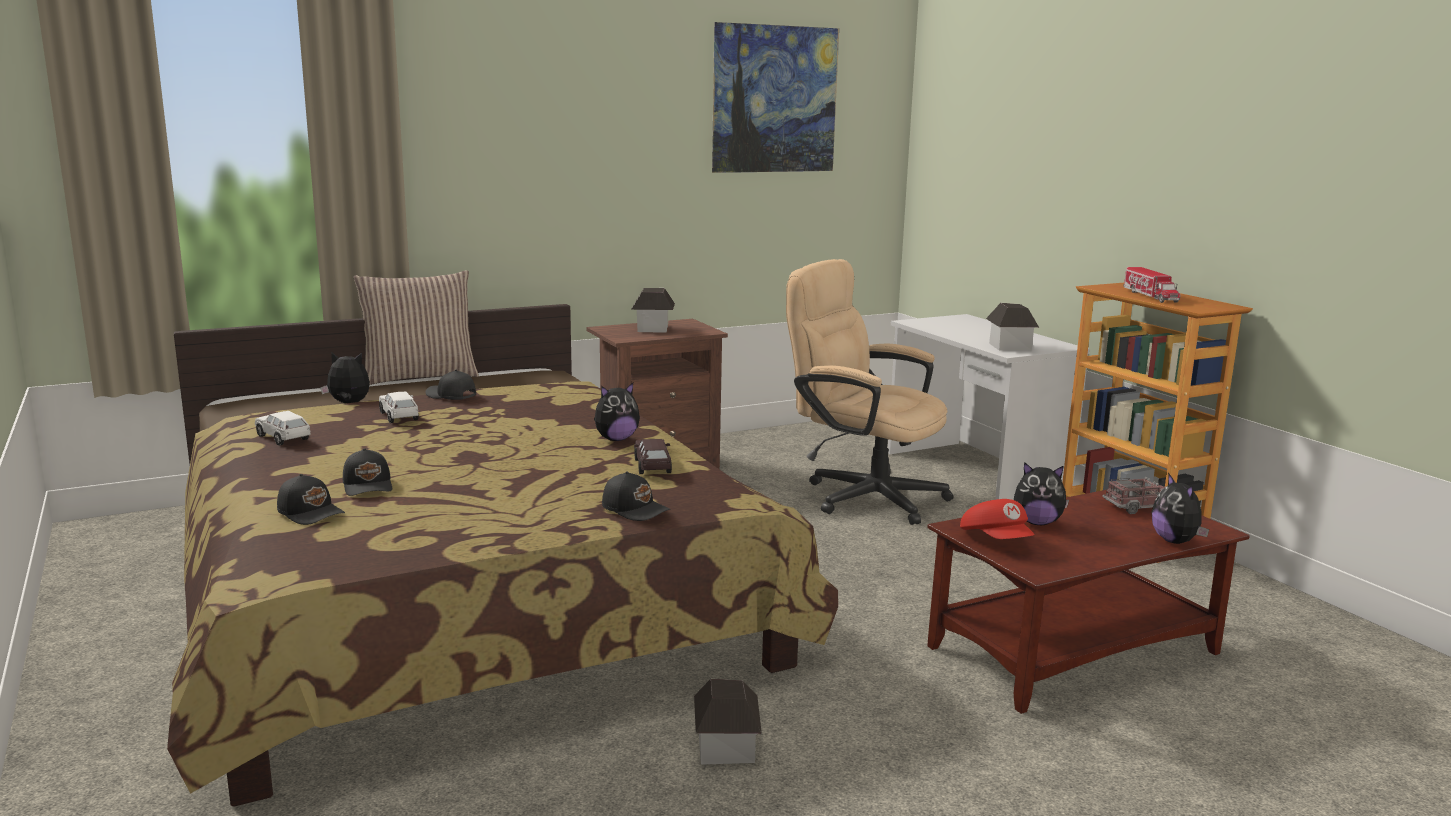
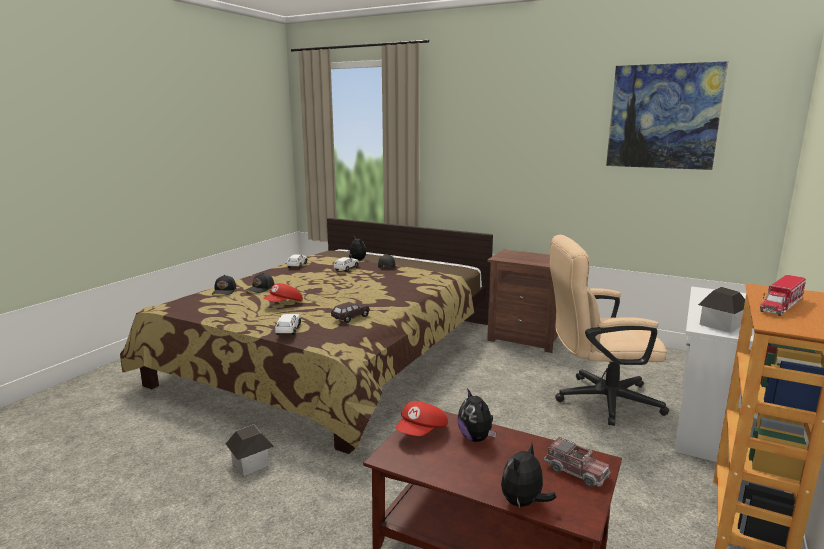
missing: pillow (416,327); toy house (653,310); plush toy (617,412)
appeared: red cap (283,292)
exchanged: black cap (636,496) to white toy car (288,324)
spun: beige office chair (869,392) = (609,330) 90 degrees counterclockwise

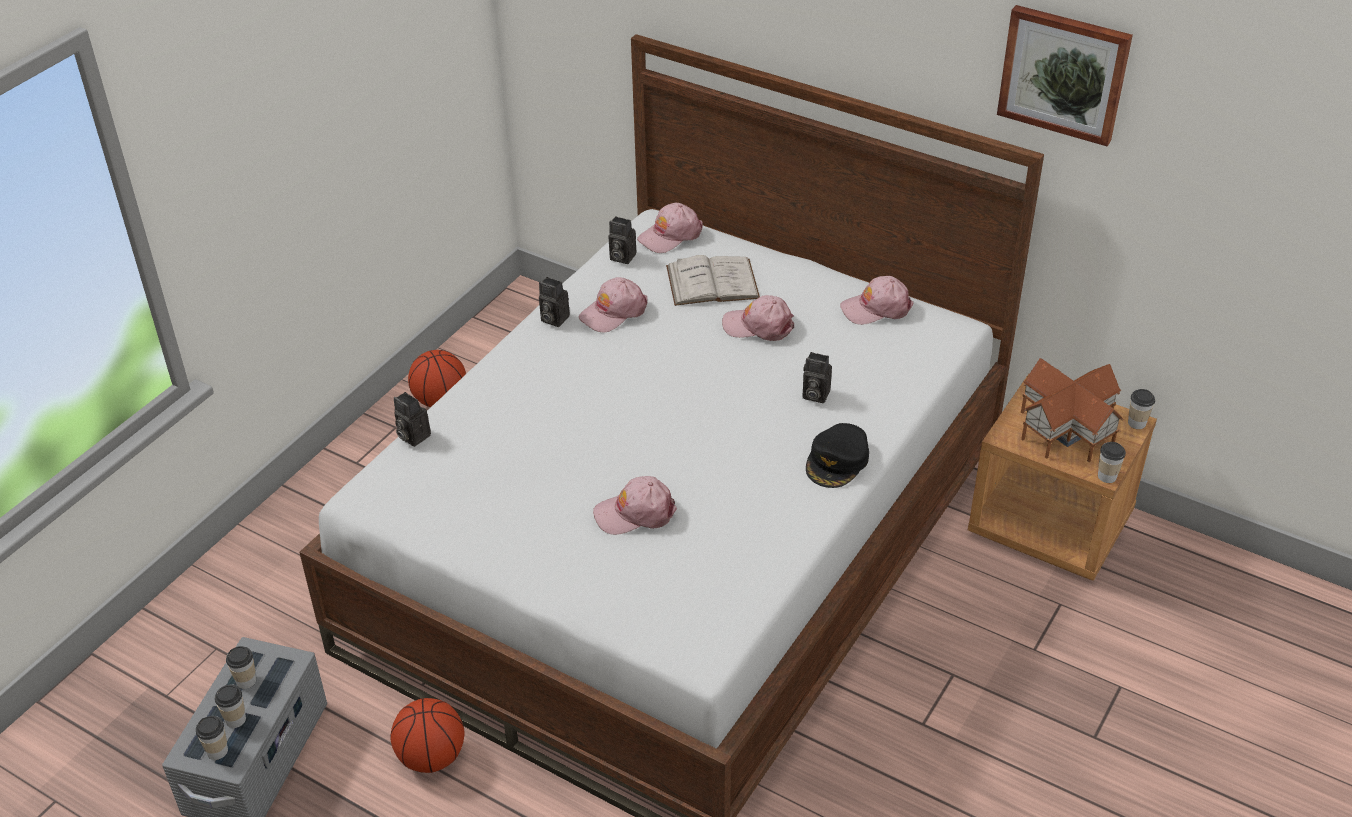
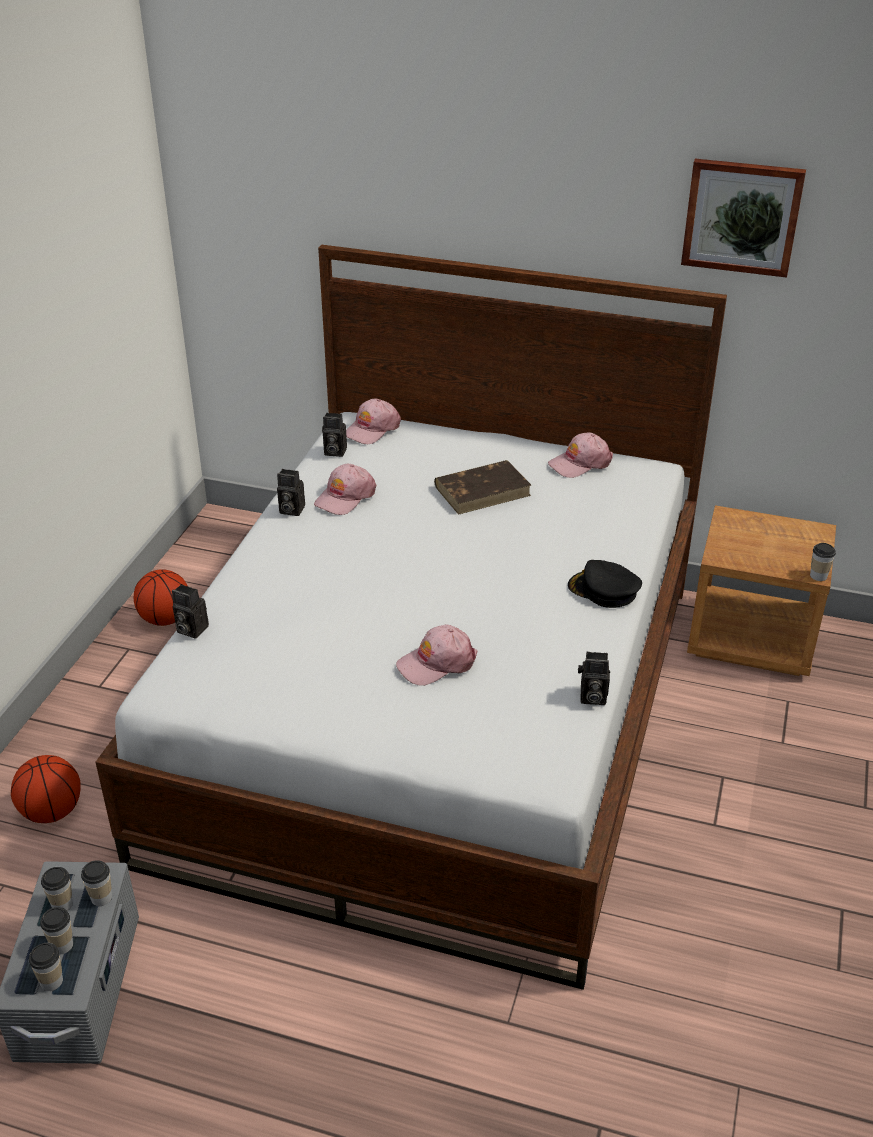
missing: white book (713,280); toy house (1072,410)
relocated: photo camera (817,377) to (594,678); cup (1141,409) to (96,883); basketball (427,735) to (46,789)
exchanged: pink cap (758,318) to brown book (482,487)
spun: black cap (837,455) = (605,584) 105 degrees clockwise

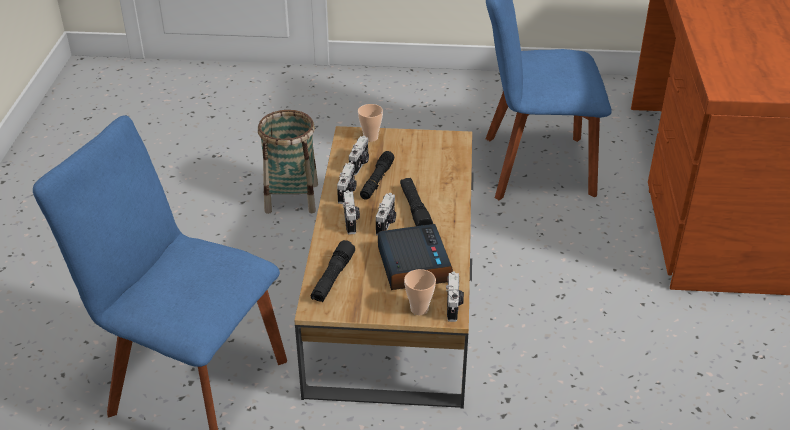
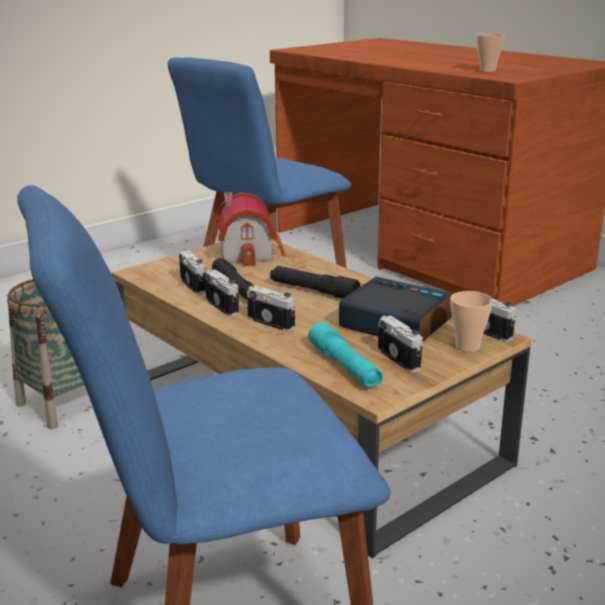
appeared: toy house (251,229)
relocated: cup (370,123) to (491,52); photo camera (386,214) to (400,344)
colour: black flashlight (333,271) to turquoise flashlight (345,354)

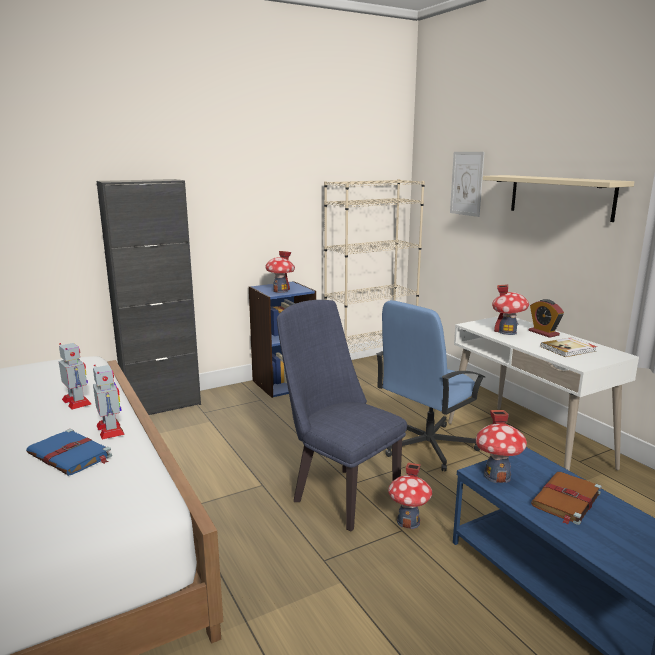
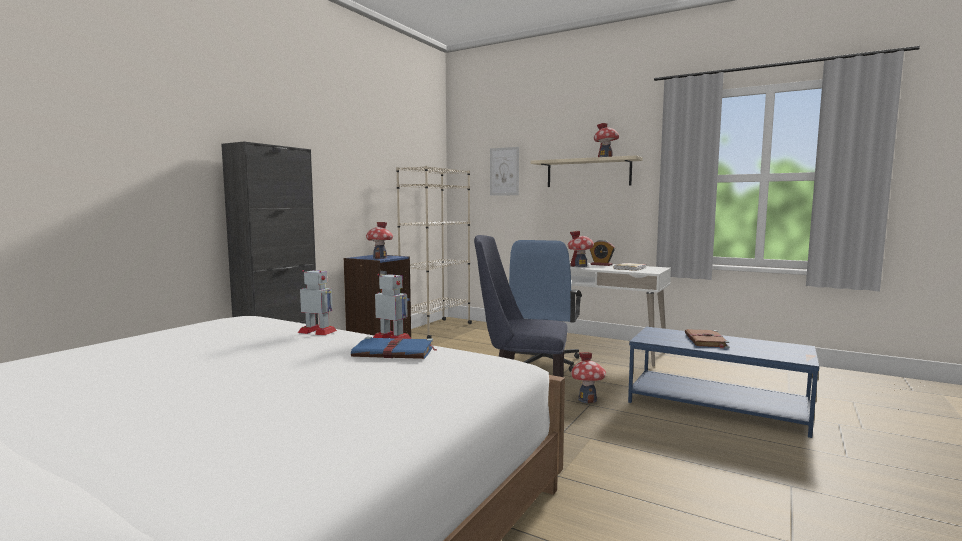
relocated: toy house (501,446) to (606,140)

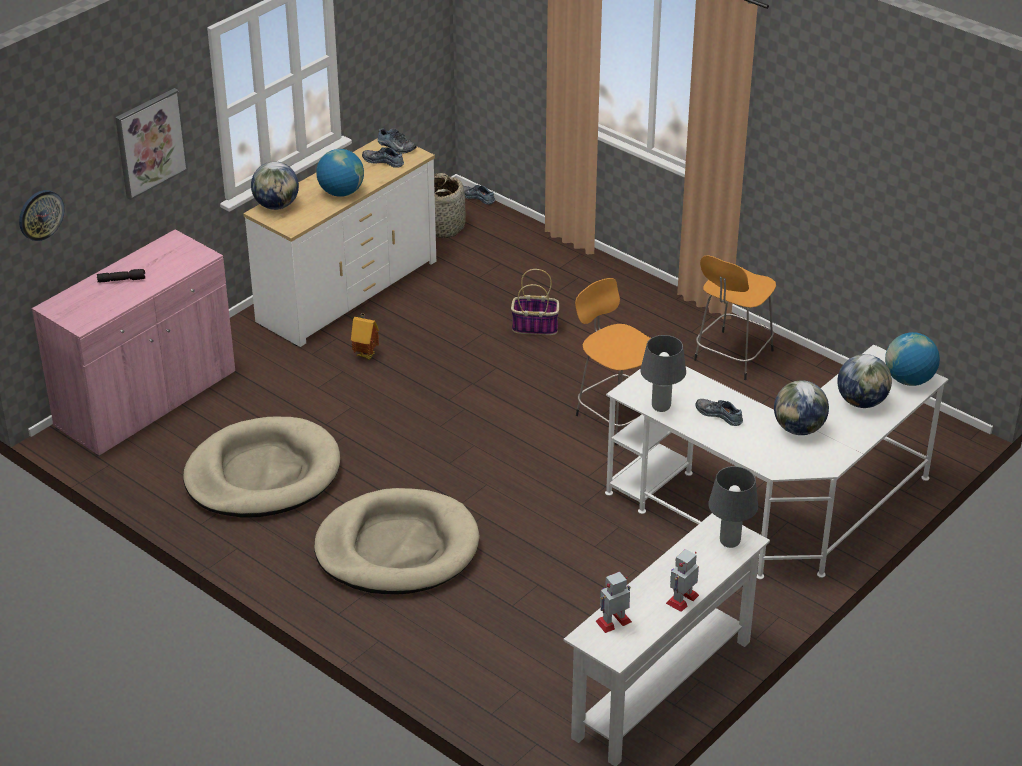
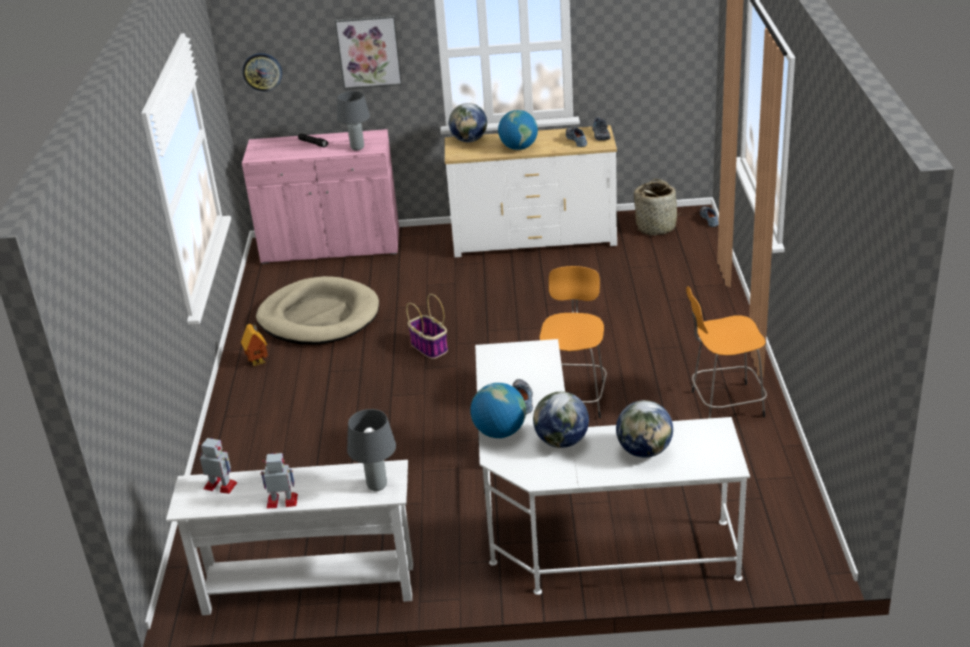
missing: beige dog bed (397,541)
relocated: basket (535,302) to (427,326); toy house (365,336) to (254,345); globe (912,359) to (498,410); grey table lamp (663,373) to (353,121)

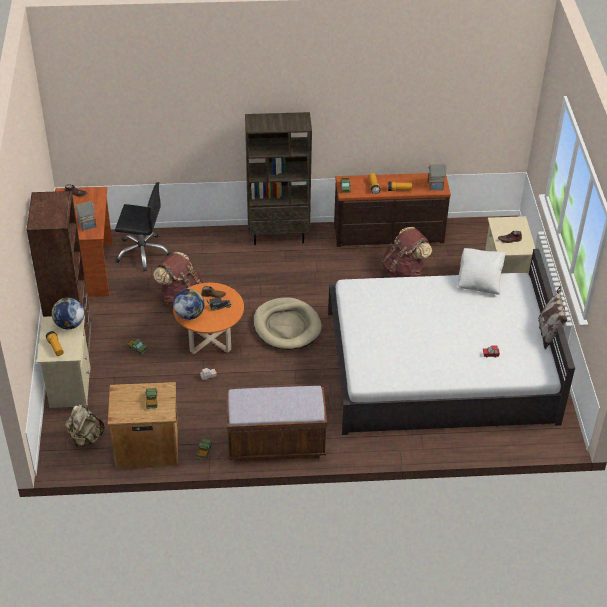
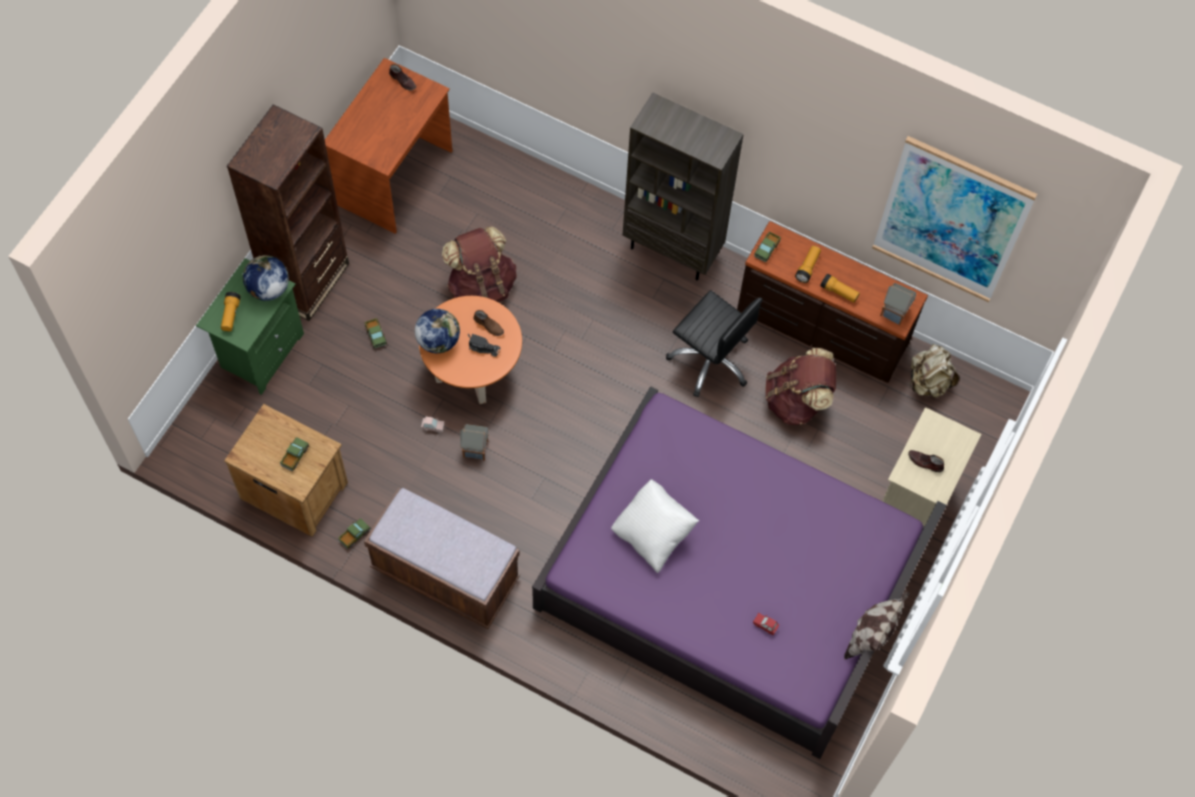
missing: beige dog bed (287,323)
appeared: picture (954,219)
relocated: black office chair (143,227) to (714,343); toy house (86,216) to (474,442); white pillow (482,271) to (655,526); beige backpack (85,426) to (934,371)
colour: white bed (451,342) to purple bed (739,572); beige nightstand (63,361) to green nightstand (250,326)

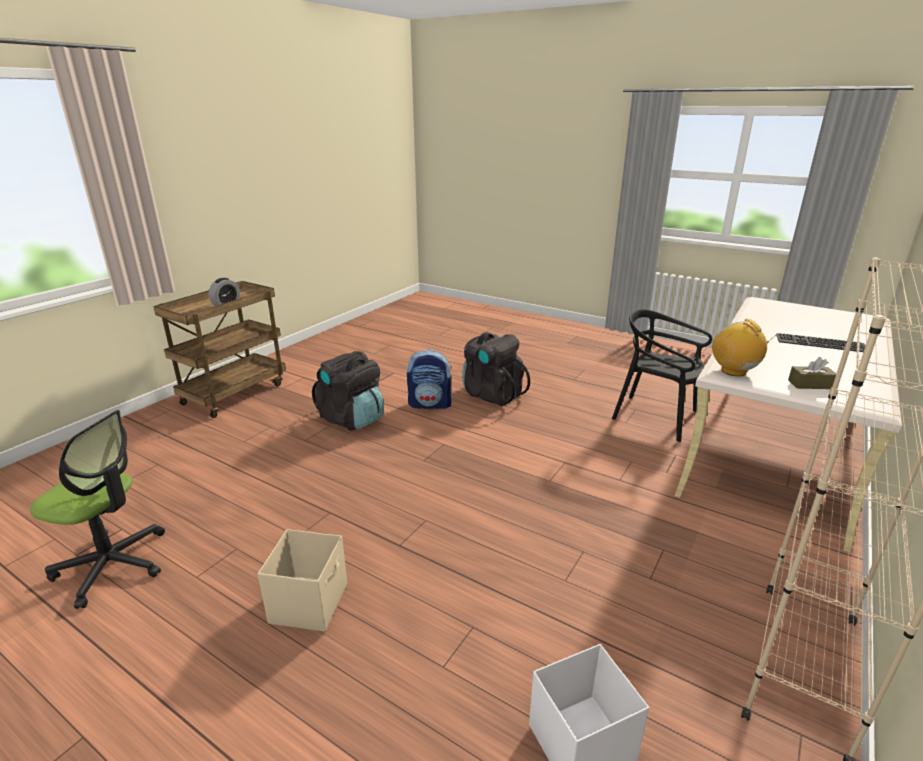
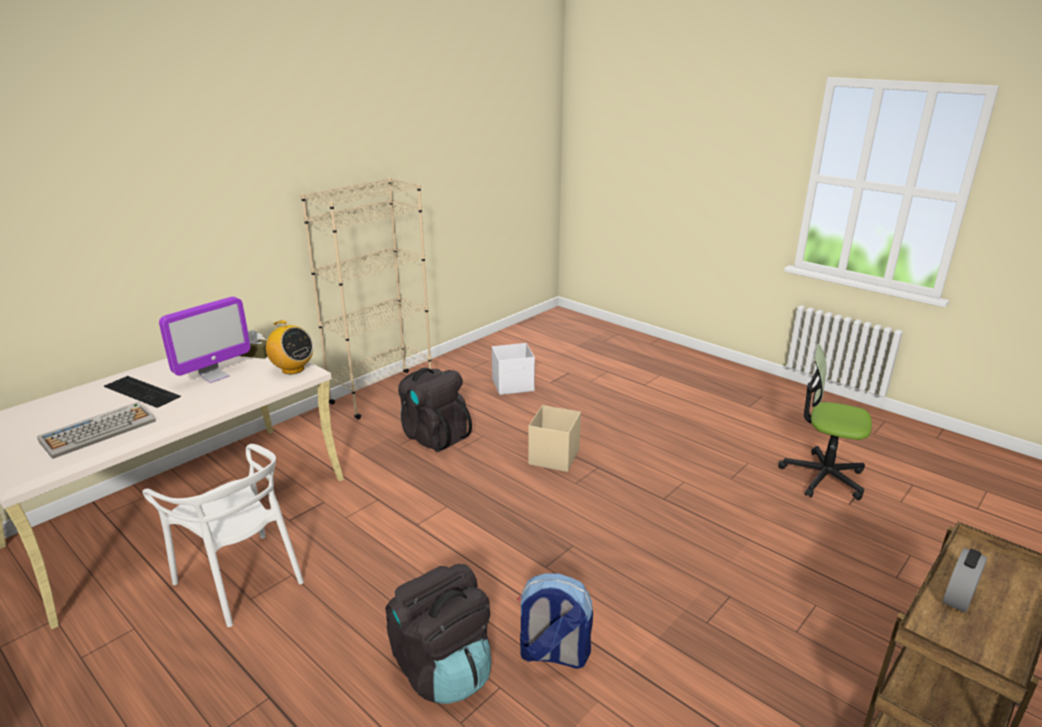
appeared: monitor (204,340); keyboard (96,430)
relocated: black backpack (348,391) to (435,410); beige storage box (302,580) to (554,438)
colour: black chair (662,375) to white chair (223,535)
spun: radio (744,347) = (287,347) 45 degrees counterclockwise

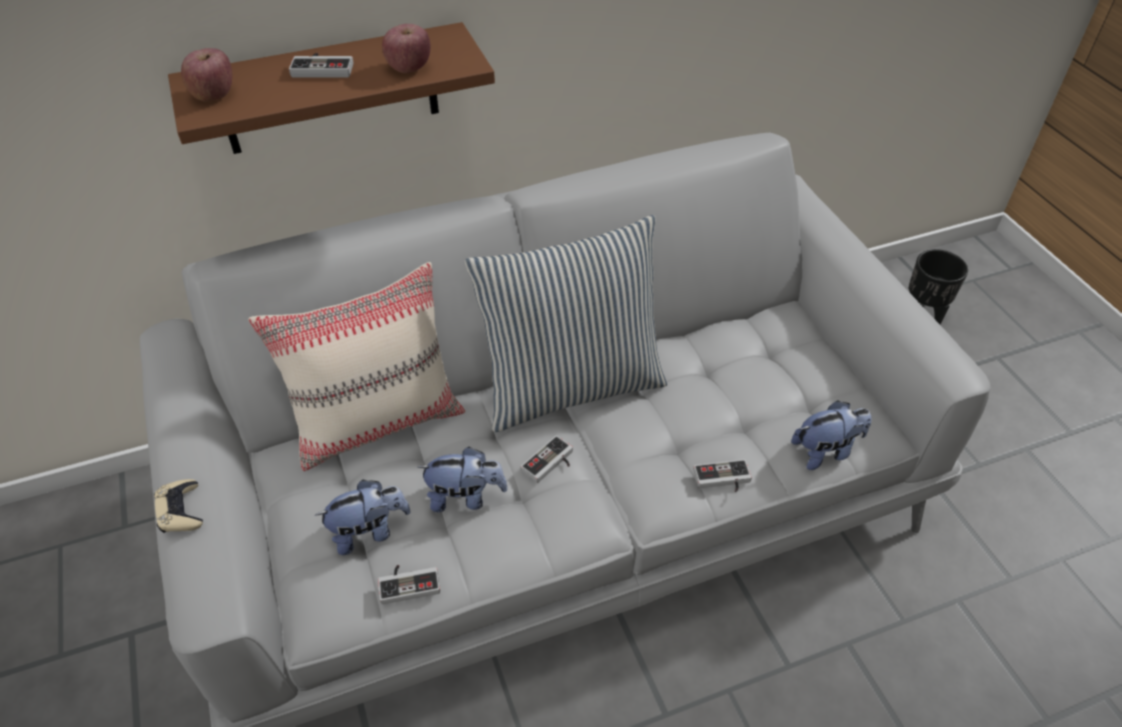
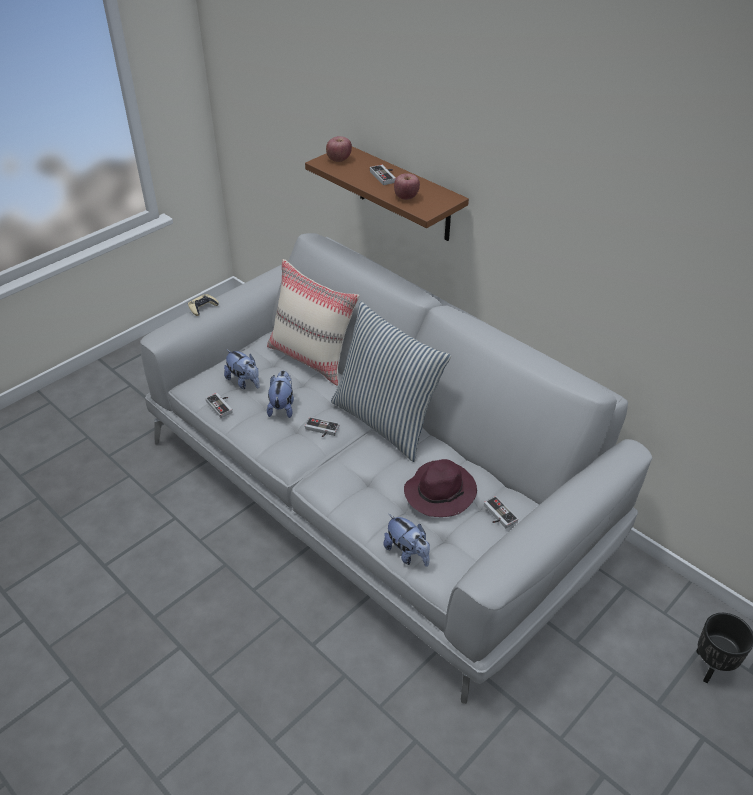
appeared: purple hat (440,488)
relocated: game controller (722,475) to (501,512)
spun: plush toy (462,479) = (280,394) 150 degrees counterclockwise

